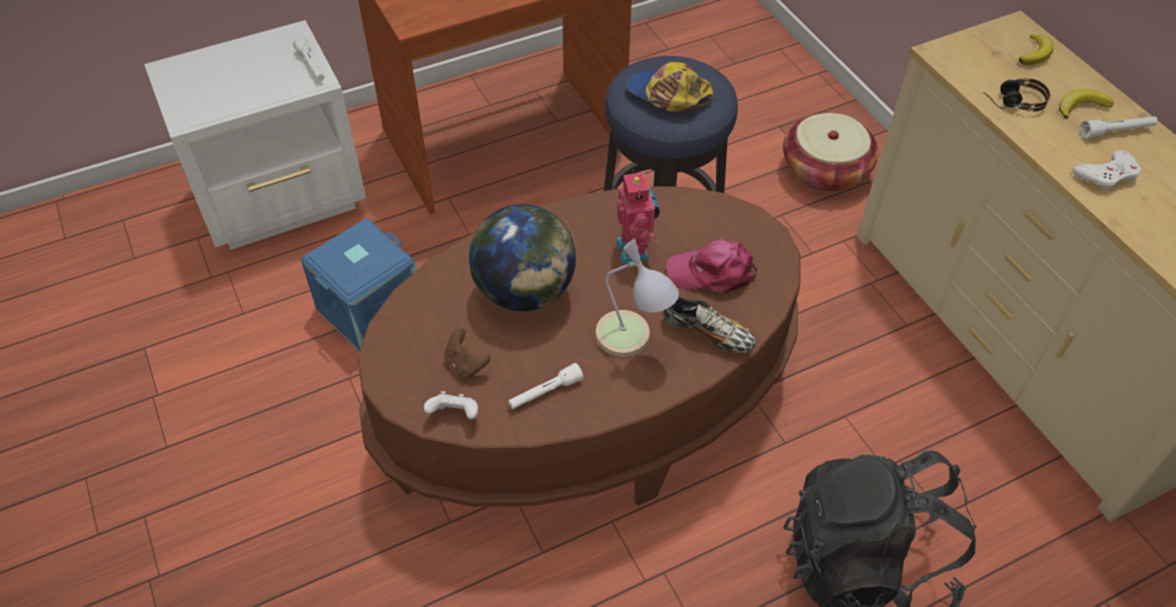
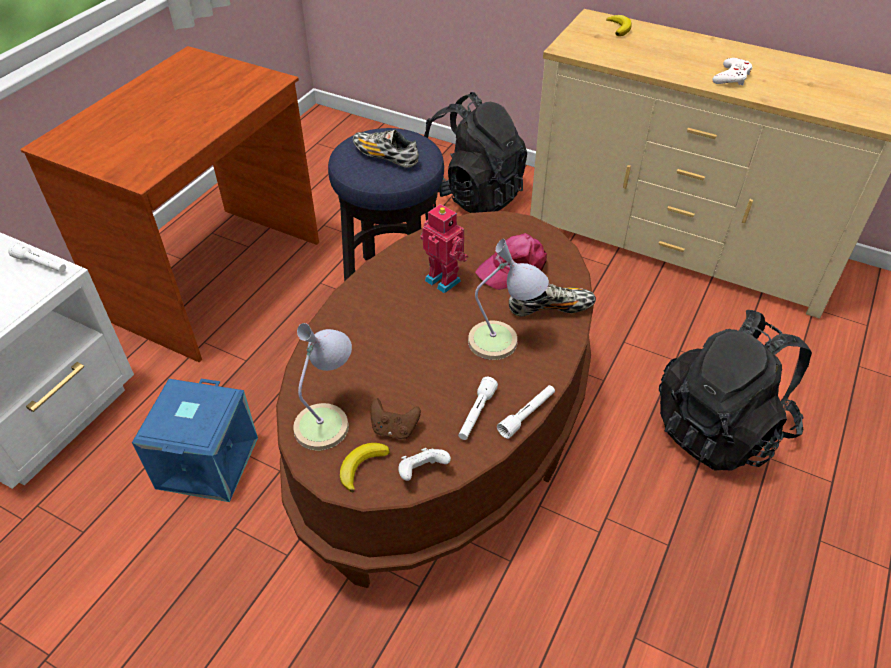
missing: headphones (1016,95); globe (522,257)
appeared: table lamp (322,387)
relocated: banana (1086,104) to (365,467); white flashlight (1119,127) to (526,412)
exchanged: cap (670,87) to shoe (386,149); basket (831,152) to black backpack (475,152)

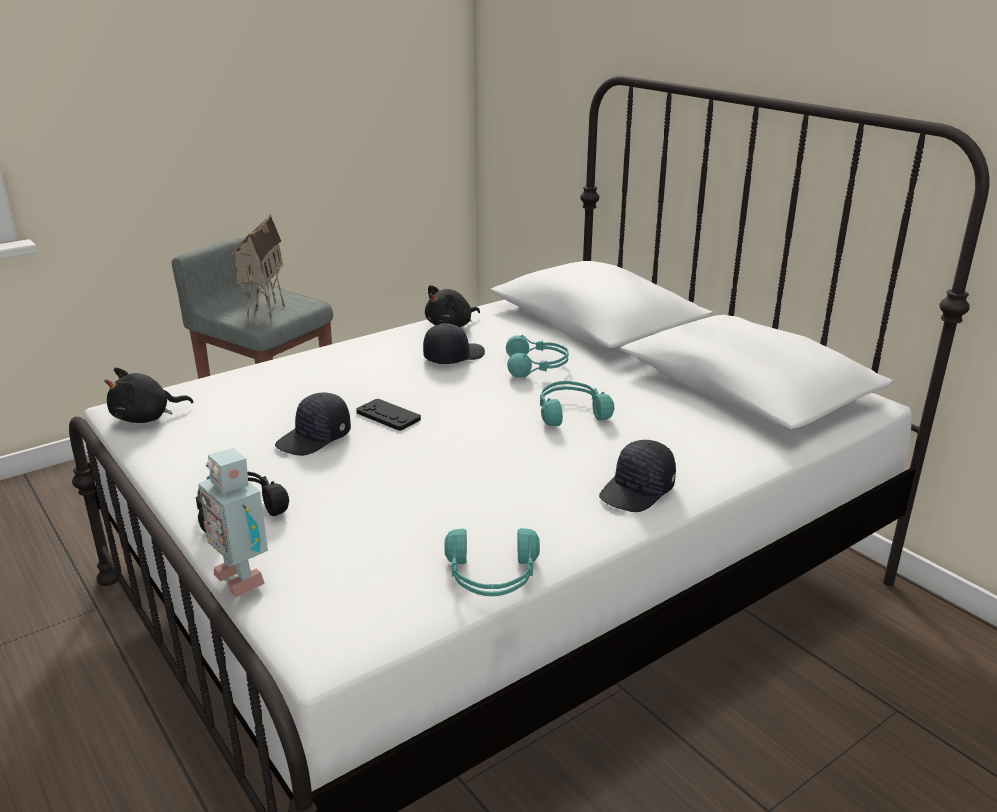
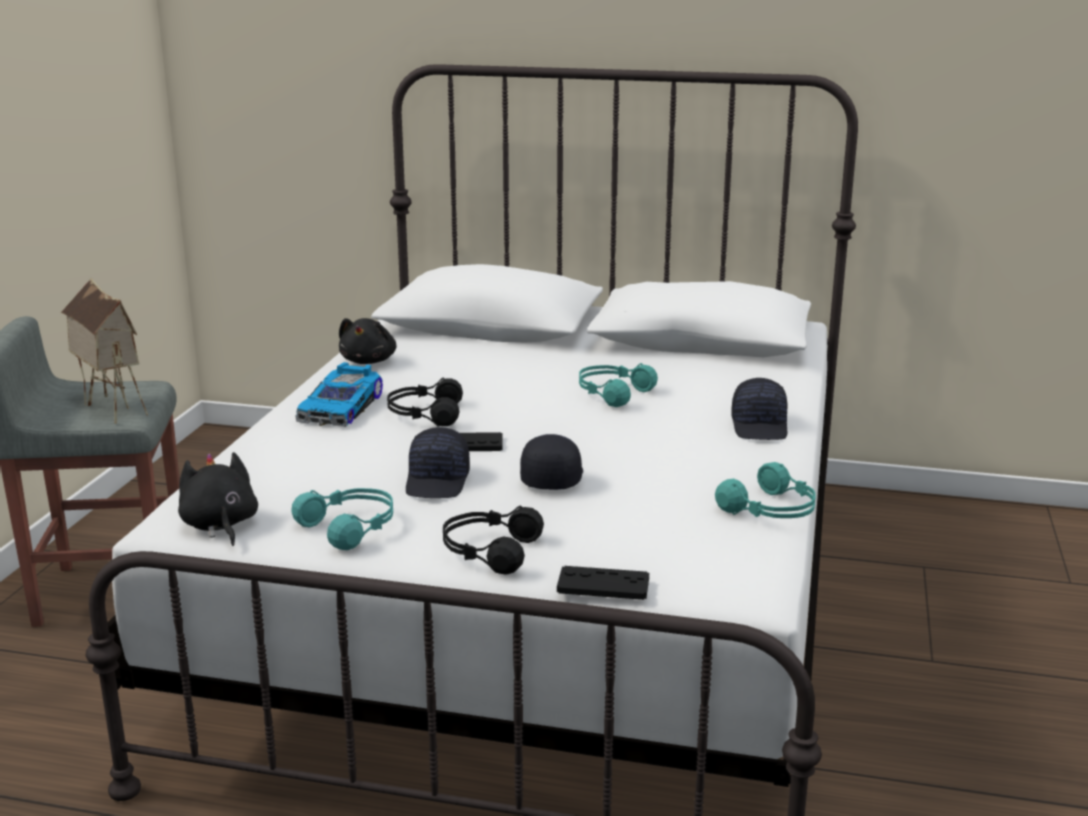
appeared: toy car (339,394); black headphones (425,402)
relocated: black cap (454,343) to (551,462); turquoise headphones (537,356) to (342,519)
exchanged: toy robot (233,522) to black game controller (603,583)
spun: black plush toy (148,395) = (218,499) 135 degrees clockwise

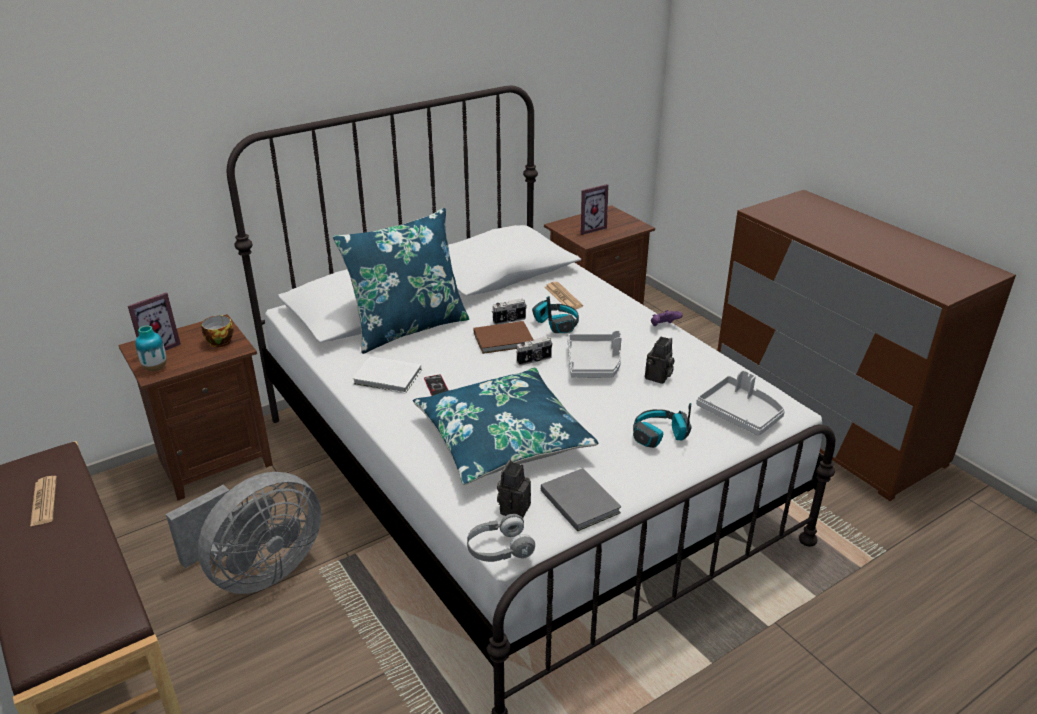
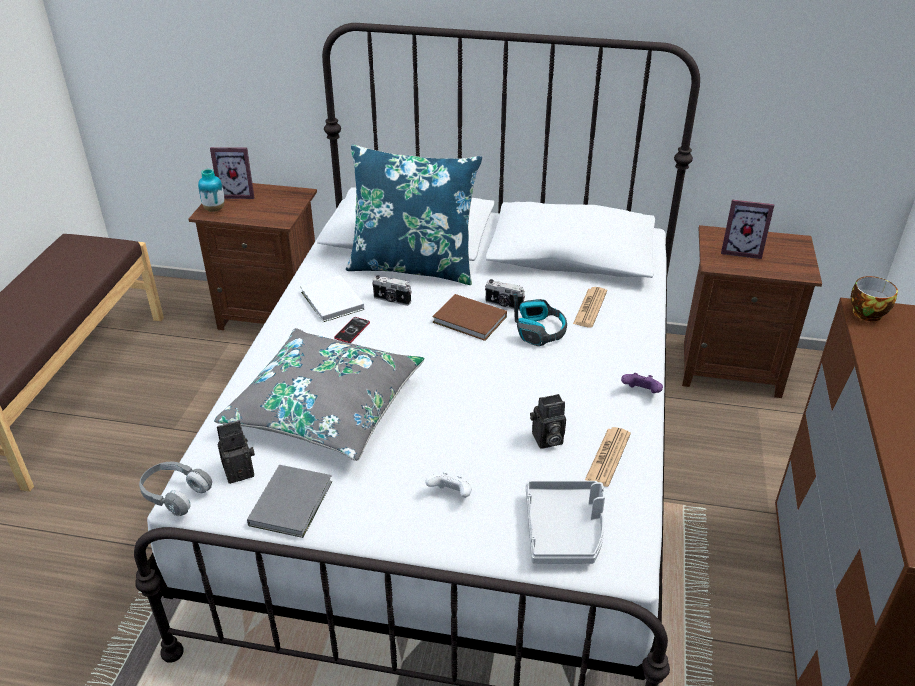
missing: grey tray (594,354); grey fan (243,533)
relocated: cup (217,331) to (874,298); photo camera (534,351) to (392,290); newspaper (43,501) to (608,457)
exchanged: headphones (662,425) to white game controller (448,485)
colour: blue pillow (505,426) to grey pillow (319,394)

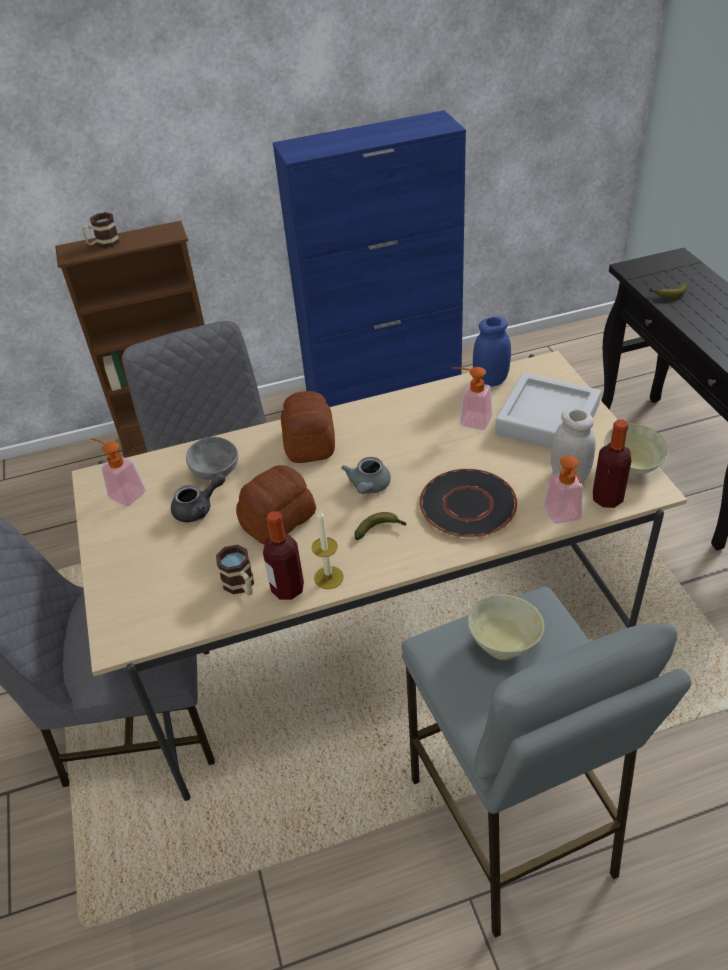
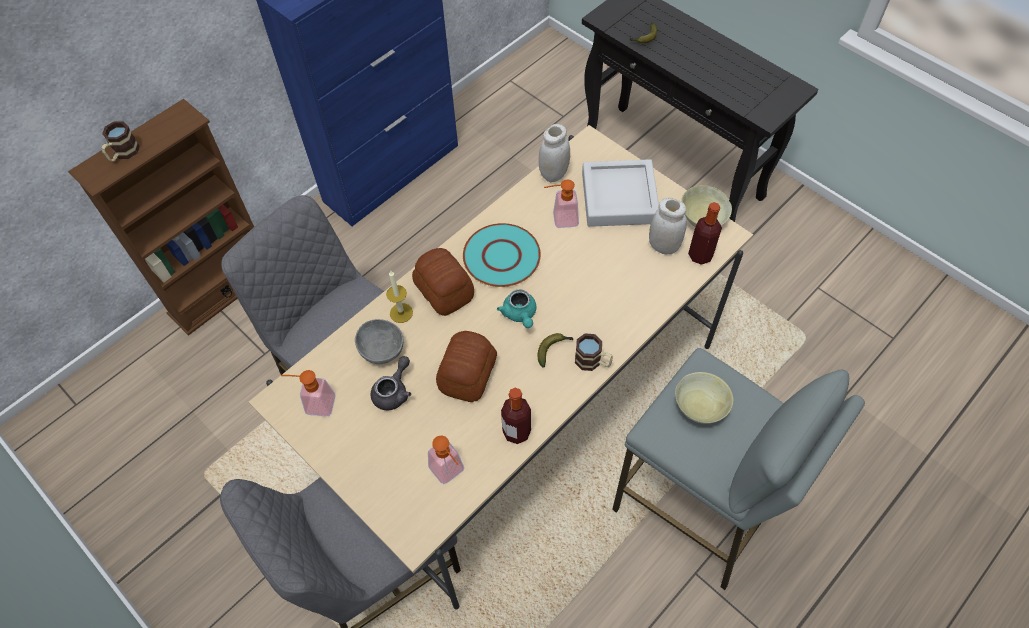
missing: black plate (468,503)
appeared: turquoise plate (502,255)
relocated: soap dispenser (563,490) to (446,460); candle (328,549) to (399,297); mug (235,570) to (594,352)
colour: blue jar (492,352) to white jar (554,153); grey teapot (366,475) to turquoise teapot (517,308)

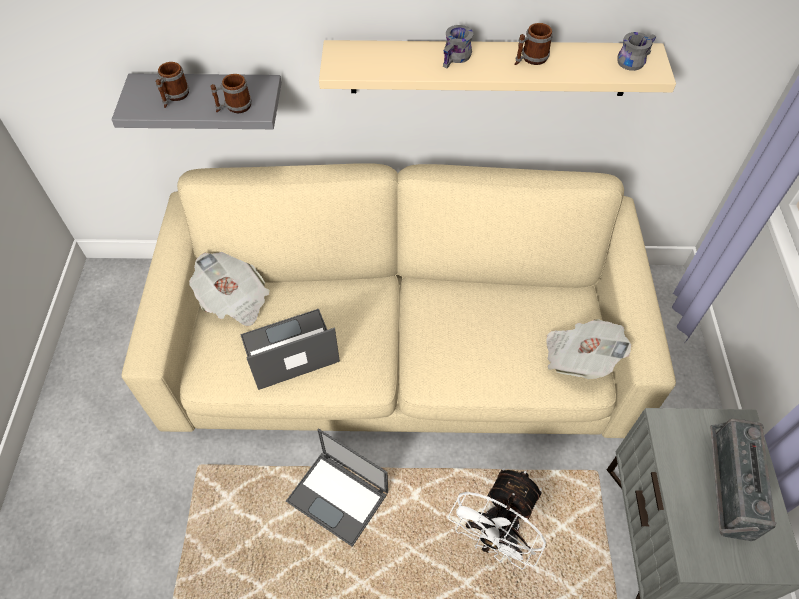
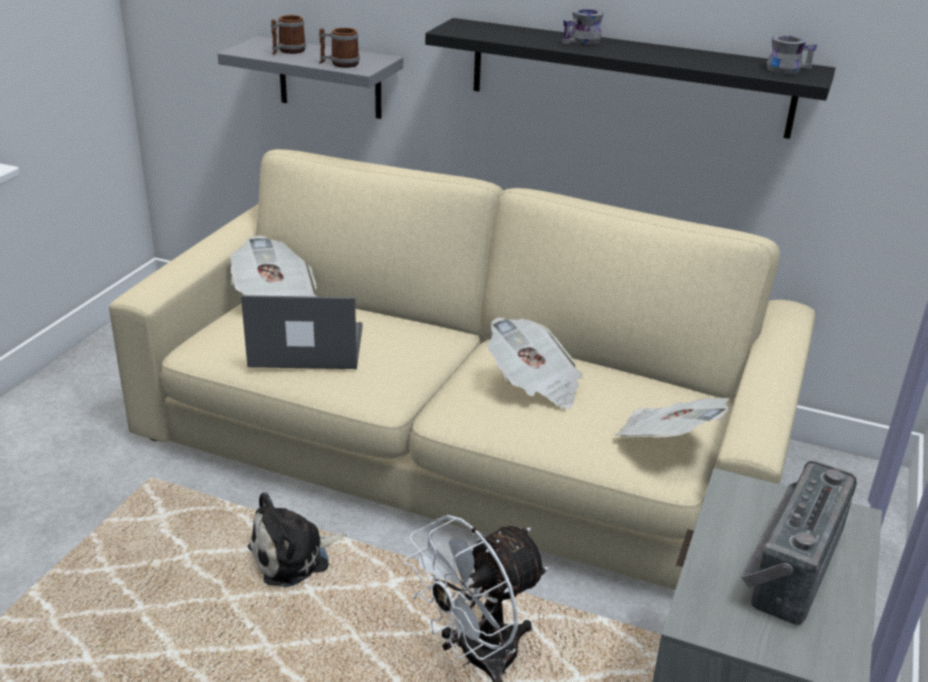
missing: mug (534,44)
appeared: newspaper (535,363)
exchanged: laptop (337,488) to plush toy (297,539)
colour: beige shelf (497,68) to black shelf (630,78)

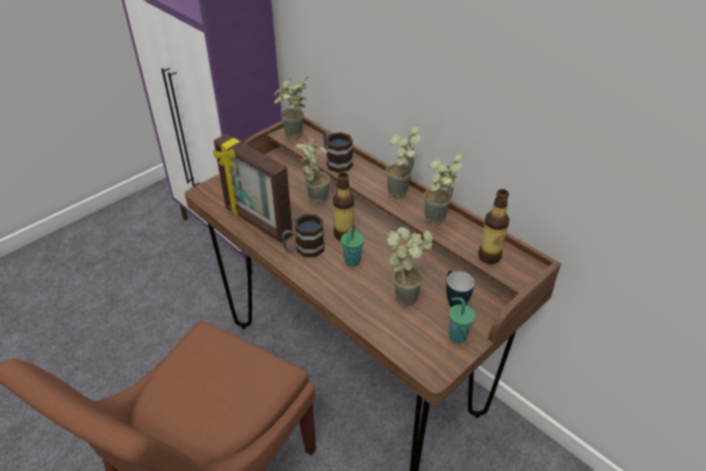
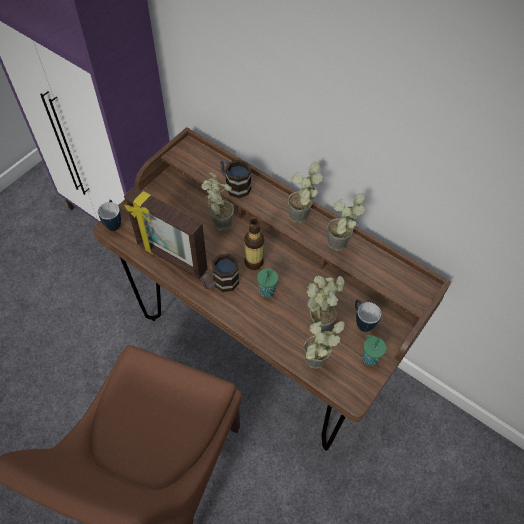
missing: bottle (493,226)
appeared: mug (109,215)
relocated: potted plant (291,107) to (324,345)

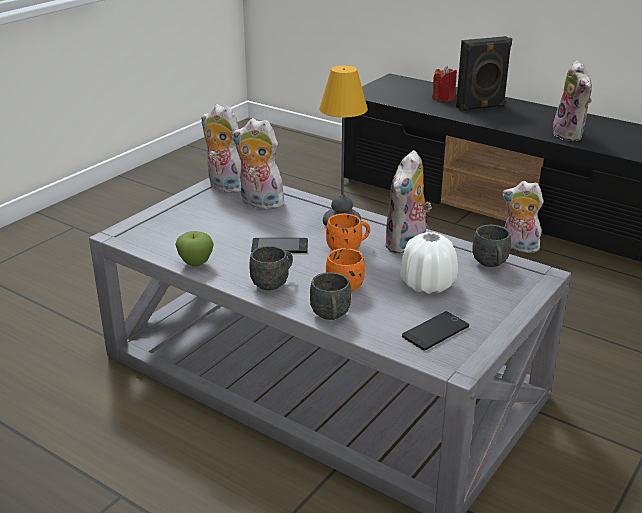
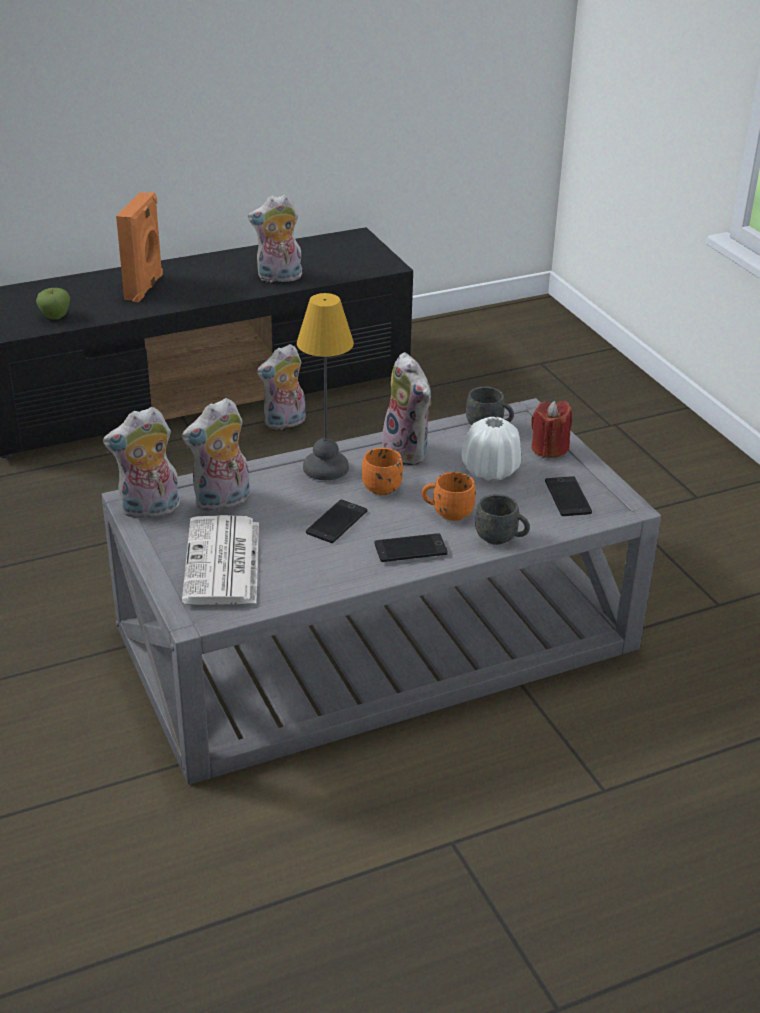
appeared: newspaper (220,560)
relocated: red candle (444,84) to (551,429); apple (194,249) to (53,304)
exchanged: grey mug (271,268) to phone (411,547)
colour: black speaker (484,73) to orange speaker (139,247)
spun: plush toy (572,100) = (275,239) 150 degrees clockwise

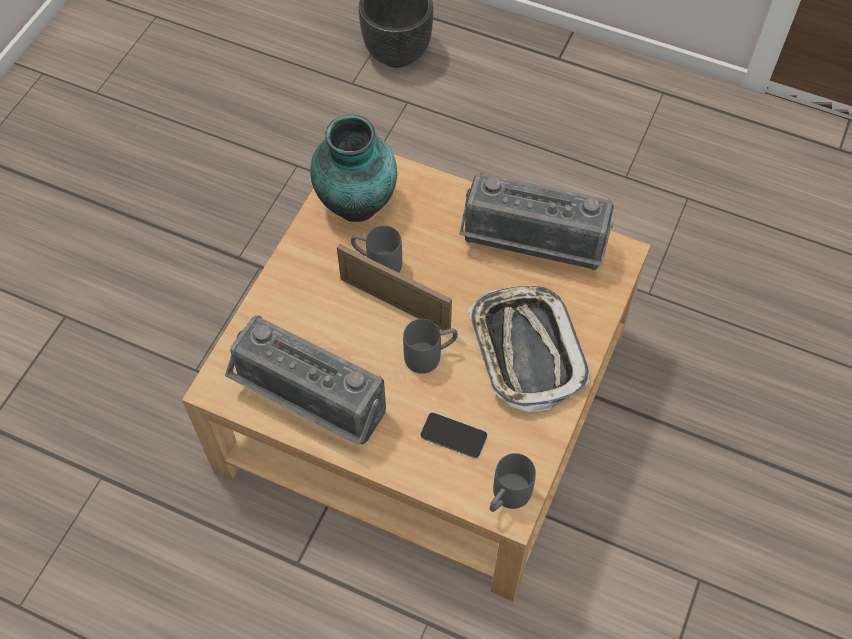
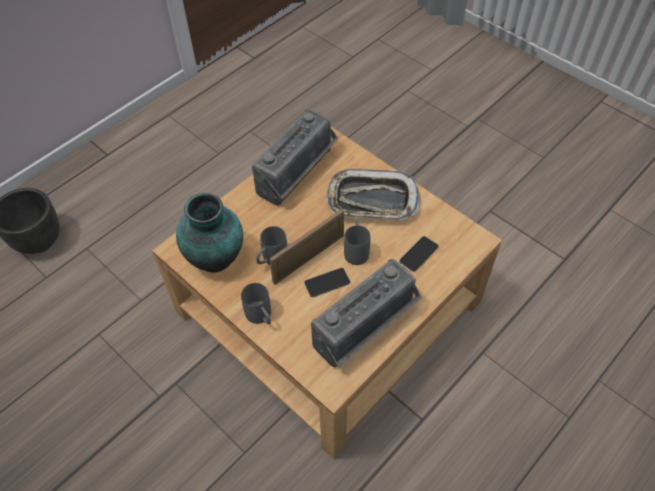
appeared: phone (327,282)
relocated: grey mug (513,482) to (256,303)

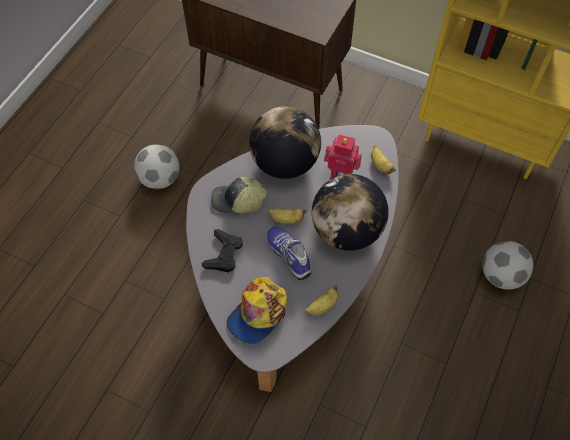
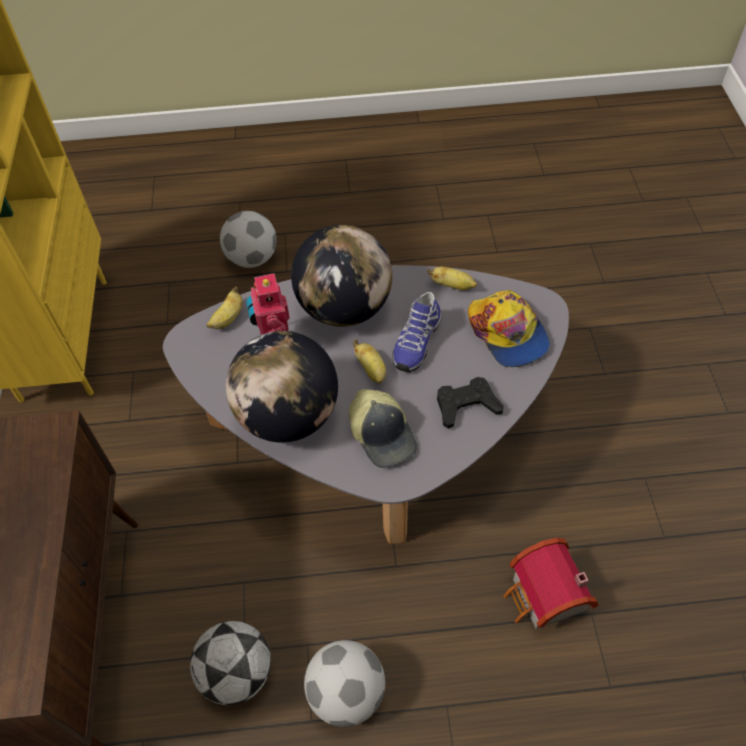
appeared: toy house (551,583); football (230,663)
spun: cap (256,310) = (509,328) 60 degrees clockwise

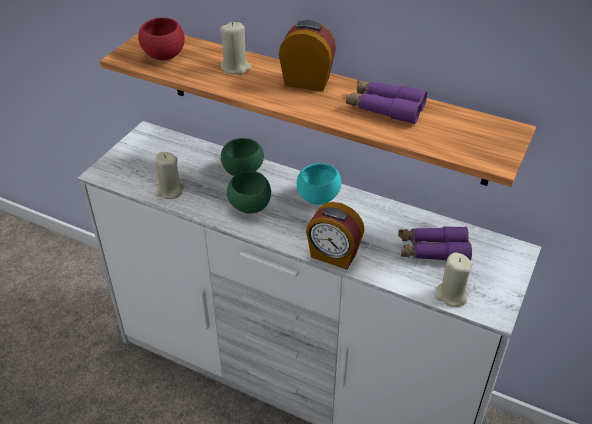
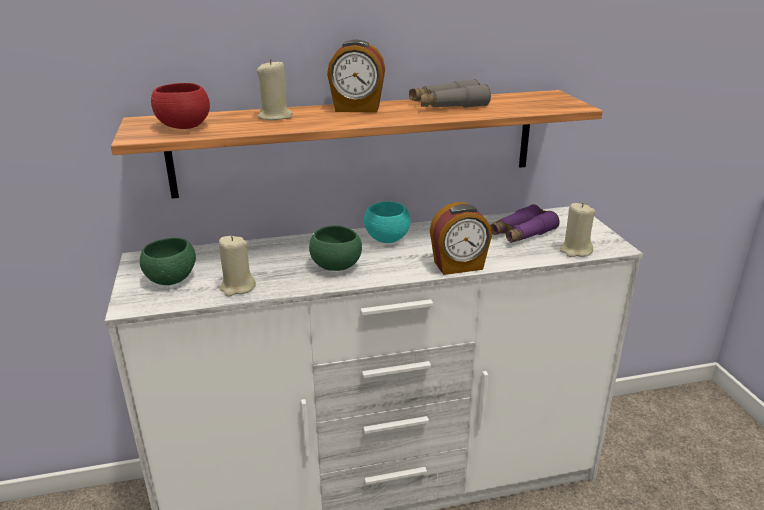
relocated: green bowl (242,157) to (168,261)
colour: purple binoculars (386,102) to grey binoculars (450,93)
spun: alarm clock (307,56) = (356,76) 150 degrees counterclockwise

